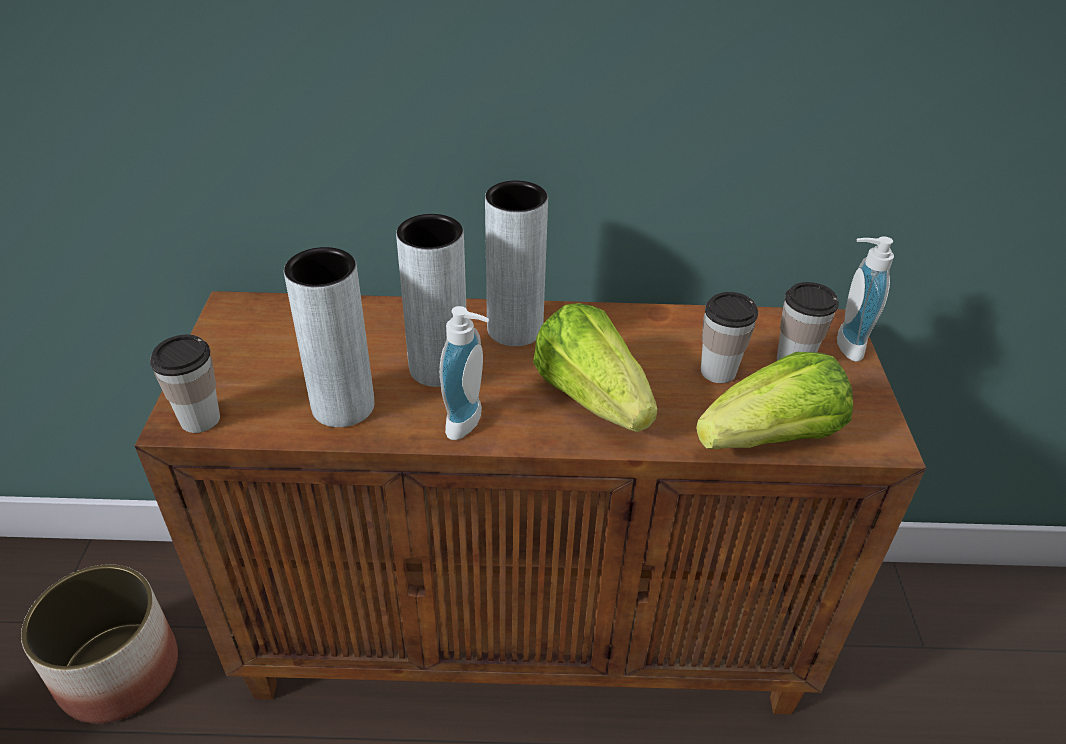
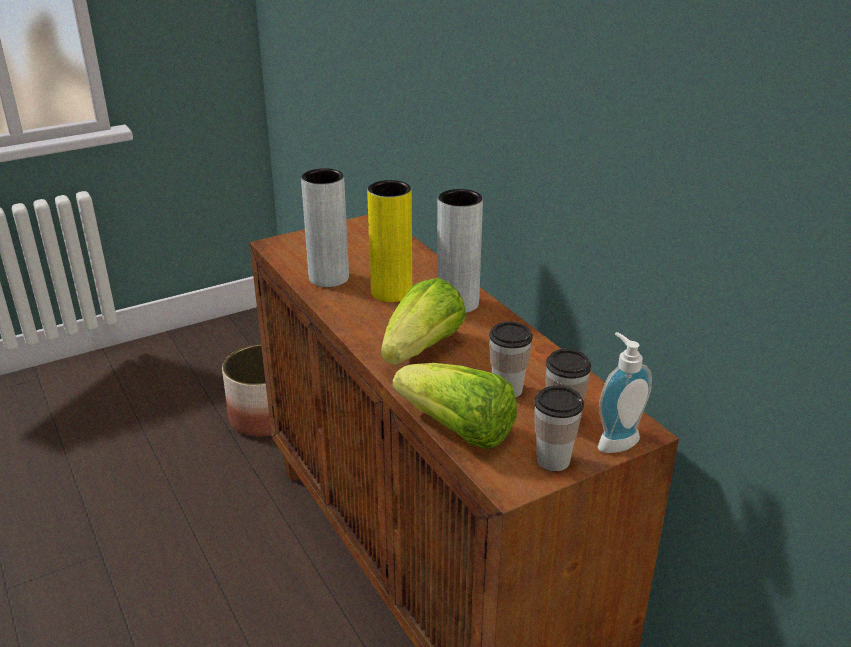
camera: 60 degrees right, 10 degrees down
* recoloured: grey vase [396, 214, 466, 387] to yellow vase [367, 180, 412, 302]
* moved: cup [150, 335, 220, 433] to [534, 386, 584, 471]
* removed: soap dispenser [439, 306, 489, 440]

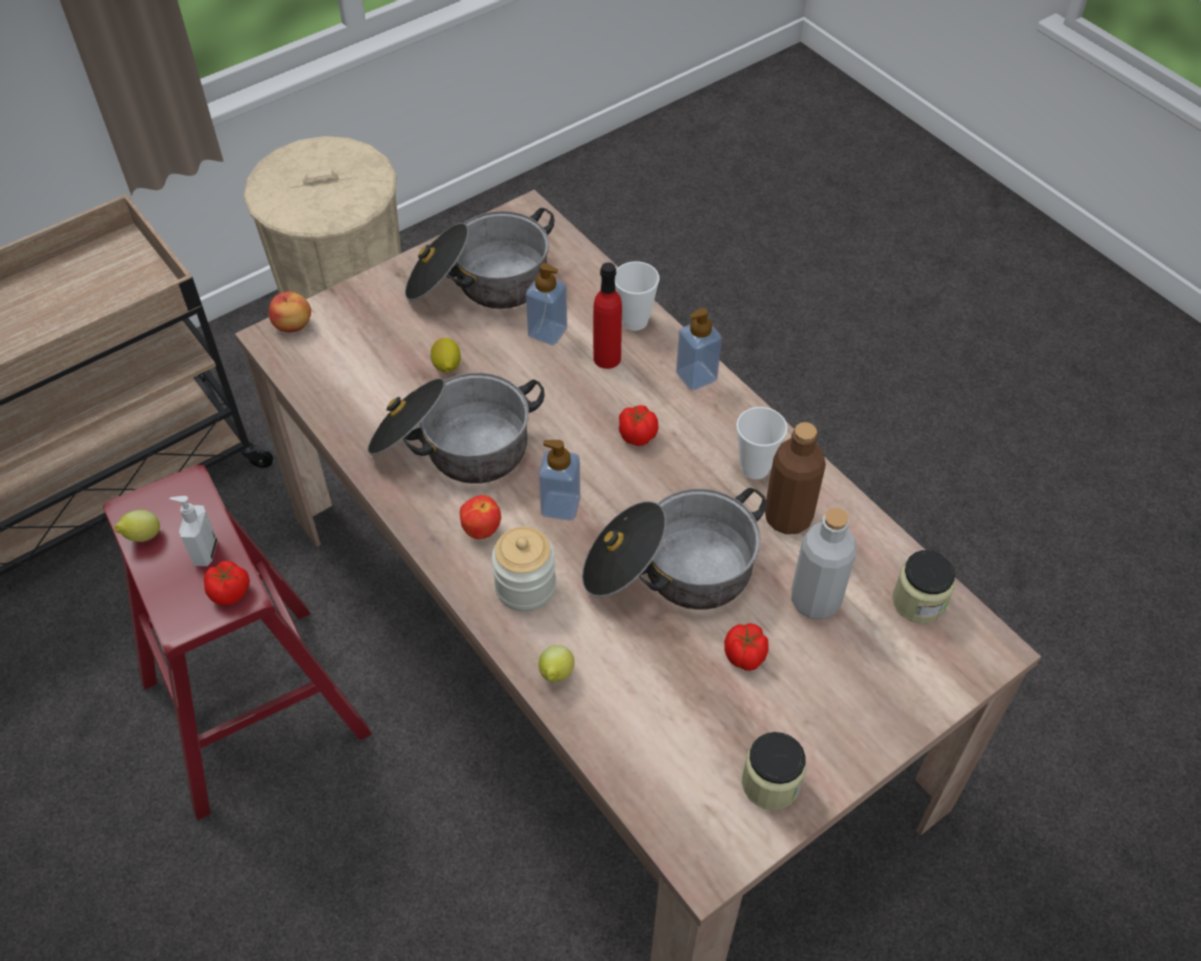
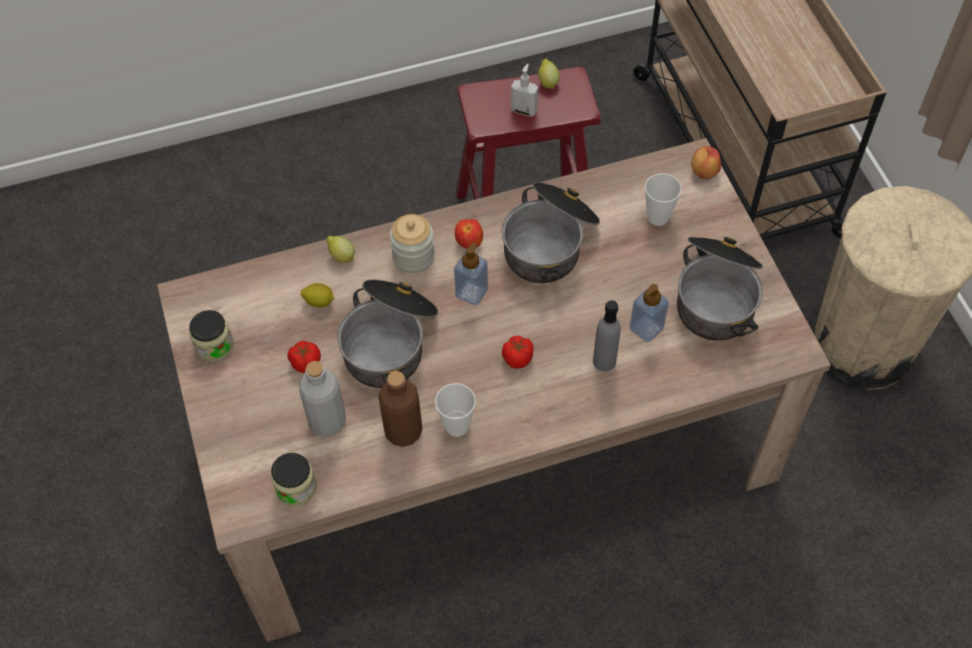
camera: 110 degrees right, 5 degrees up
* moved: lemon [430, 338, 461, 373] to [301, 283, 334, 308]
* recoloured: red bottle [593, 262, 622, 369] to grey bottle [593, 300, 621, 372]
* moved: cup [615, 261, 659, 331] to [645, 173, 682, 226]
* removed: tomato [204, 561, 250, 606]
* removed: soap dispenser [676, 308, 722, 391]

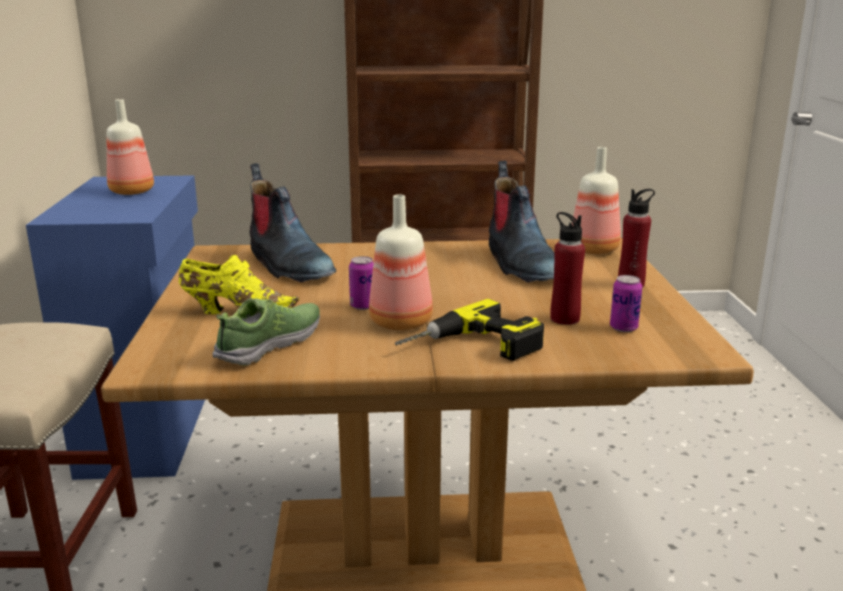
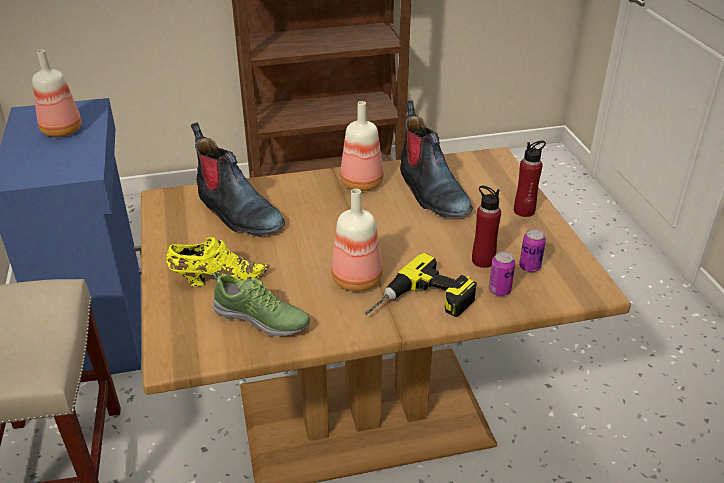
camera: 10 degrees left, 15 degrees up
* turned: shoe [212, 298, 320, 366] = [212, 271, 310, 337] 90 degrees clockwise
* moved: bottle [572, 147, 621, 254] to [340, 101, 384, 191]
* moved: can [349, 256, 374, 310] to [489, 251, 515, 296]

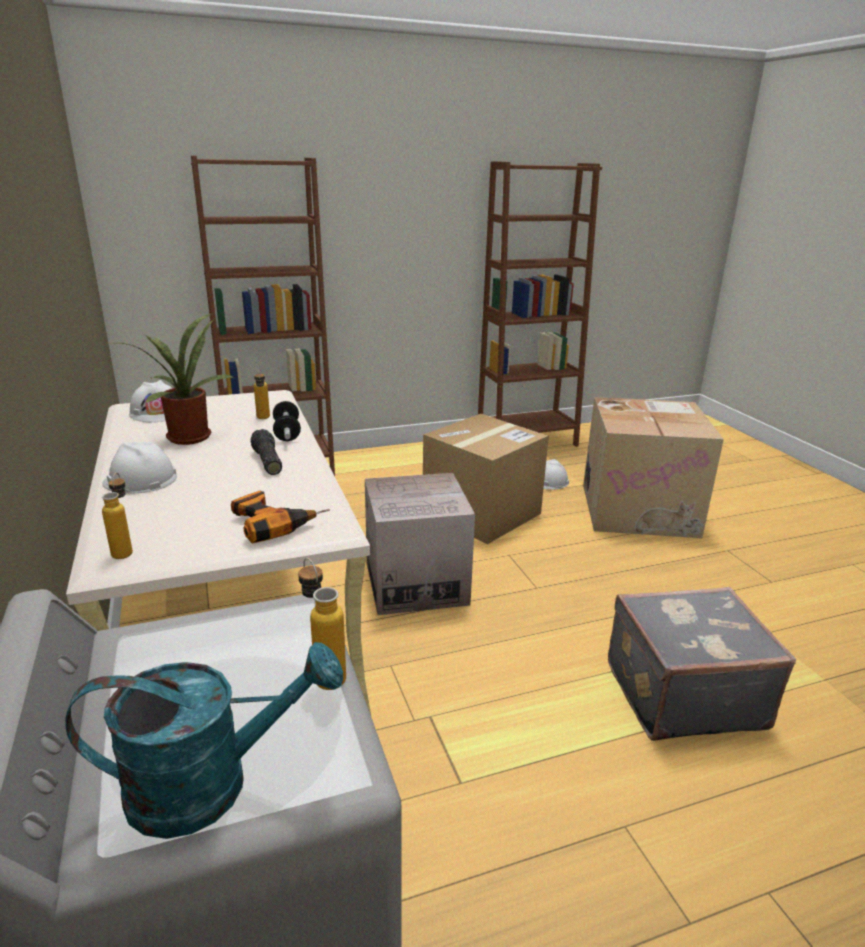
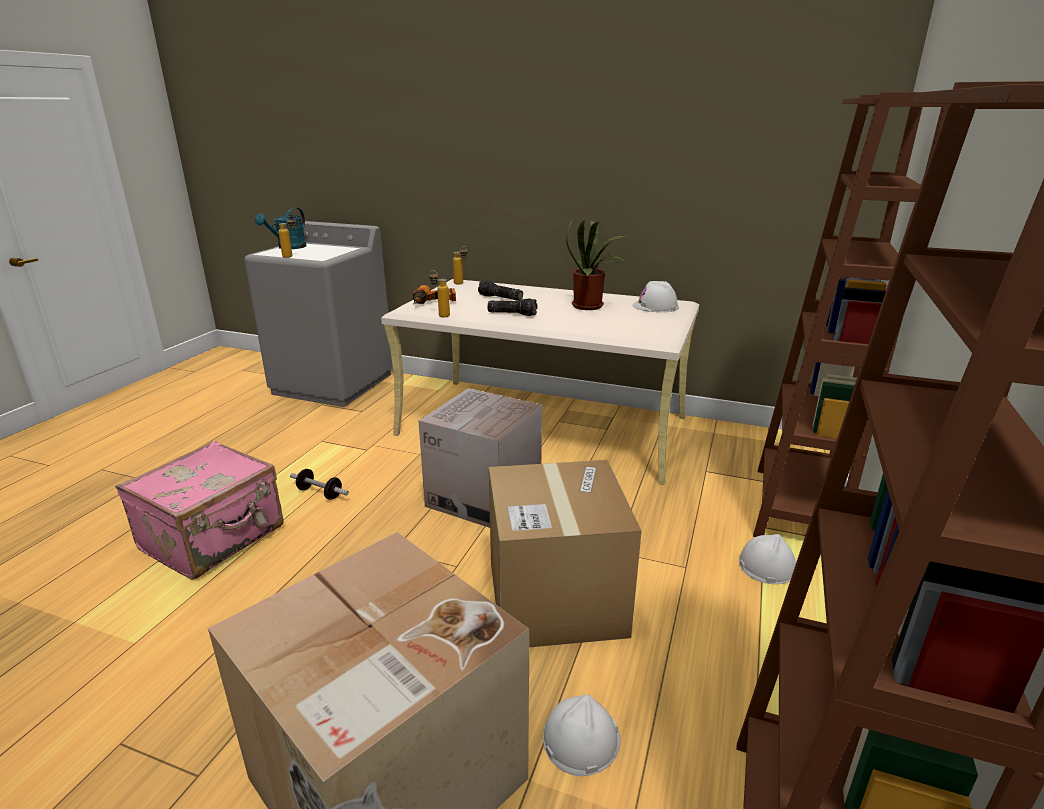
camera: 130 degrees right, 0 degrees up
* recoloured: grey suitcase [608, 587, 796, 741] to pink suitcase [115, 441, 284, 580]
* moved: dumbbell [273, 401, 301, 441] to [290, 469, 349, 500]
* moved: bottle [254, 369, 270, 419] to [429, 270, 450, 317]
* added: flashlight [478, 280, 523, 301]
* moved: white hard hat [102, 442, 177, 494] to [739, 534, 797, 584]

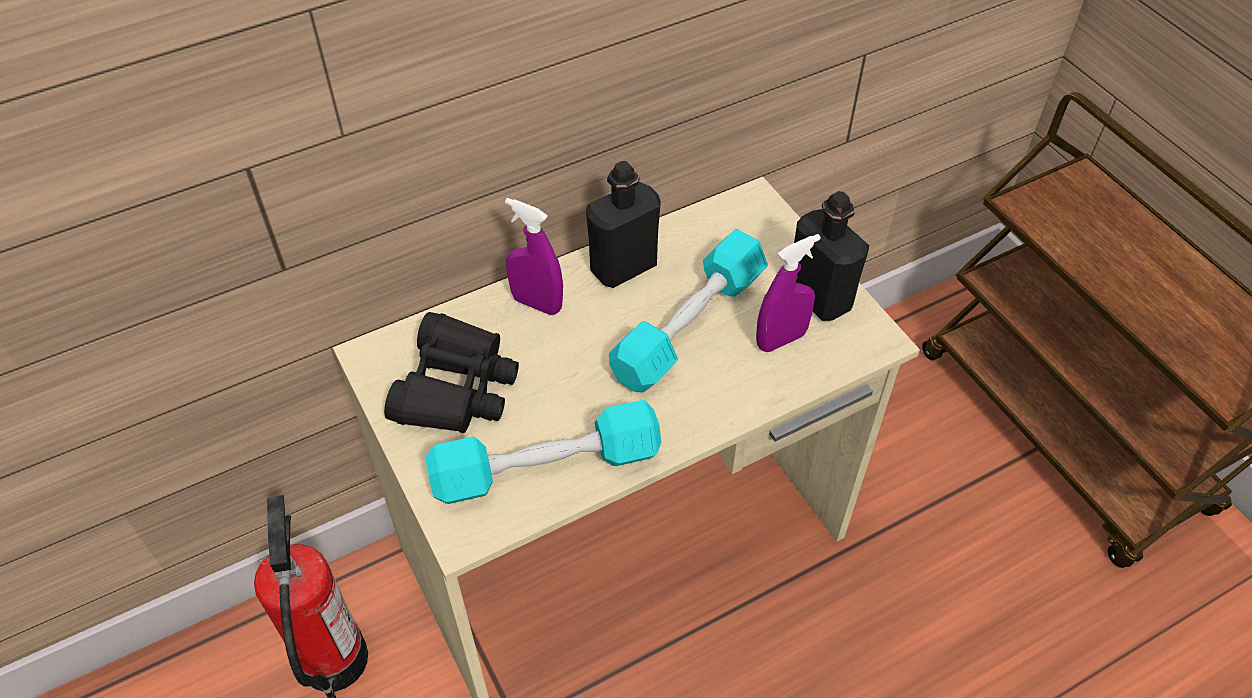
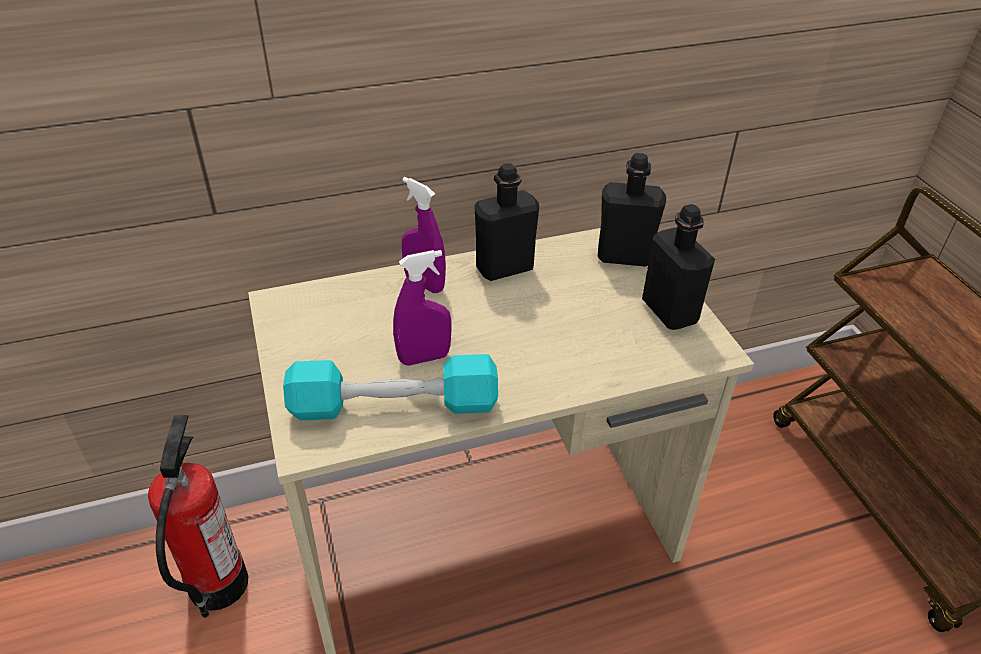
camera: 10 degrees right, 10 degrees down
* moved: purple spray bottle [756, 234, 821, 352] to [393, 250, 452, 366]
* added: black bottle [598, 153, 666, 267]
* removed: black binoculars [384, 312, 519, 433]
* removed: turquoise dumbbell [609, 229, 768, 392]

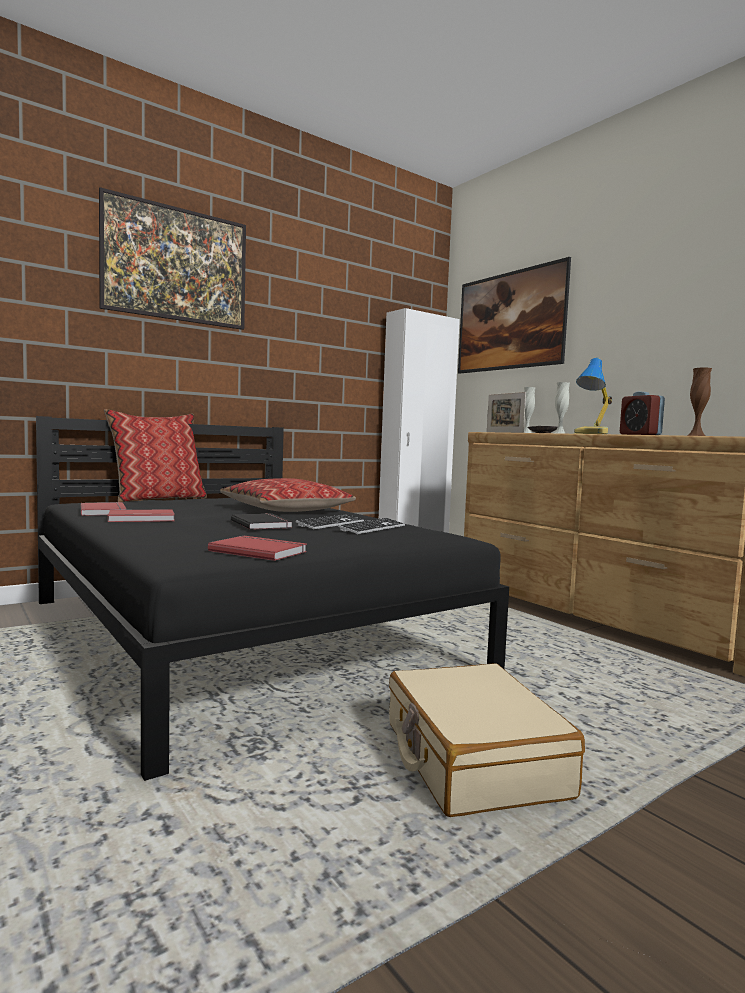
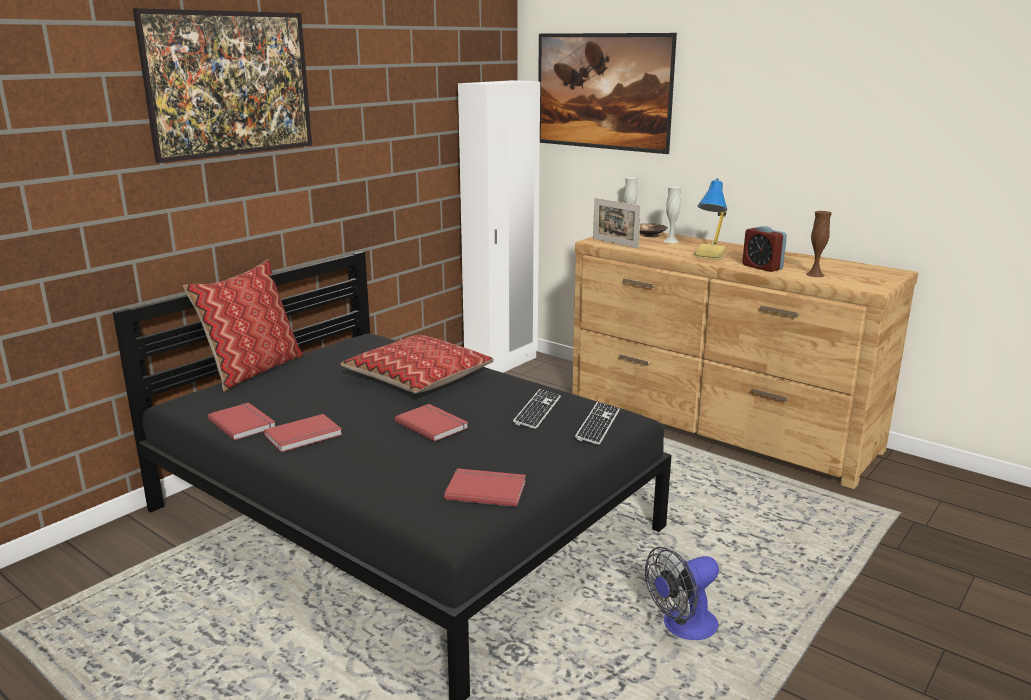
camera: 15 degrees left, 15 degrees up
* recoloured: black book [231, 513, 293, 530] to red book [395, 404, 468, 442]
* moved: keyboard [296, 514, 364, 529] to [575, 402, 620, 445]
* replaced: beige suitcase [389, 663, 585, 817] to fan [645, 547, 719, 640]

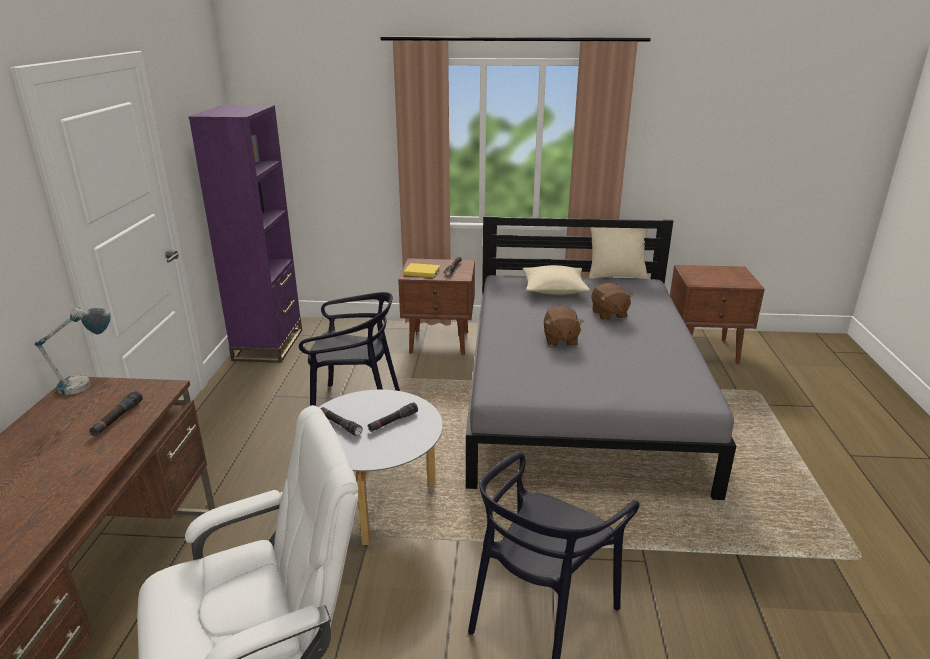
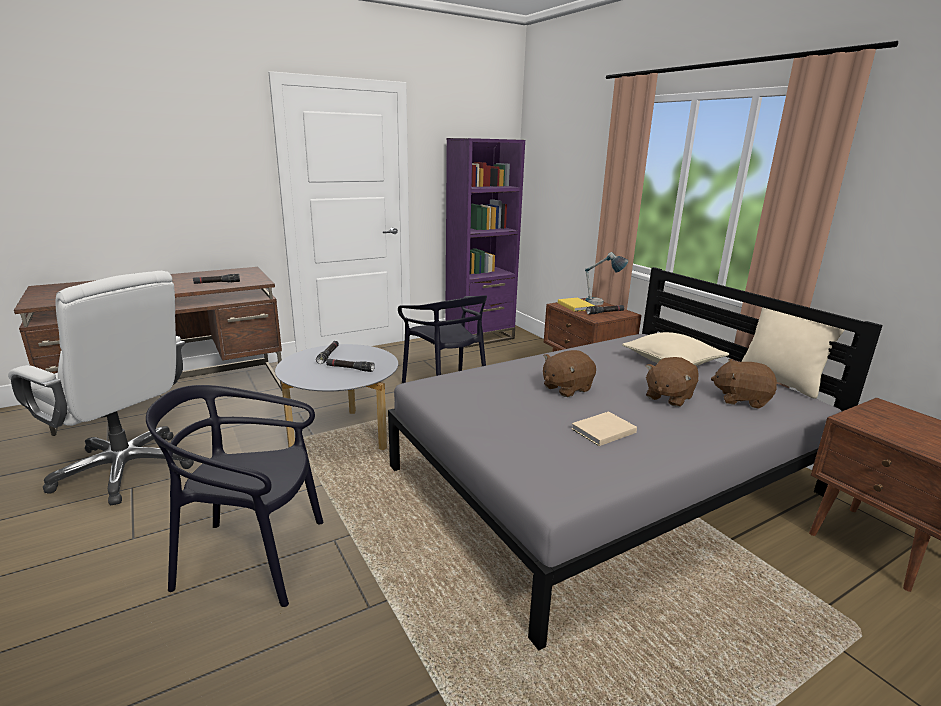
camera: 55 degrees right, 5 degrees down
* added: beige book [571, 411, 637, 446]
* moved: table lamp [35, 307, 111, 395] to [585, 252, 628, 305]
* added: brown plush toy [711, 359, 777, 409]

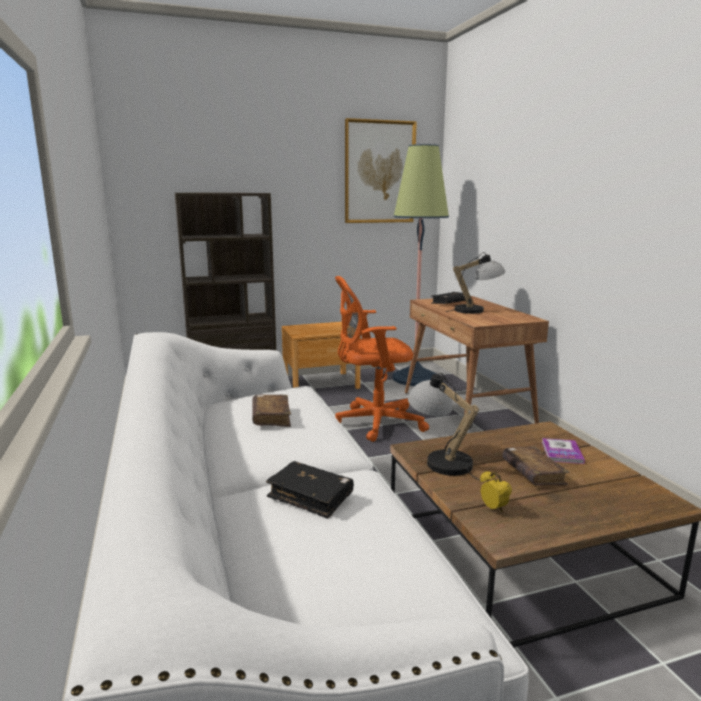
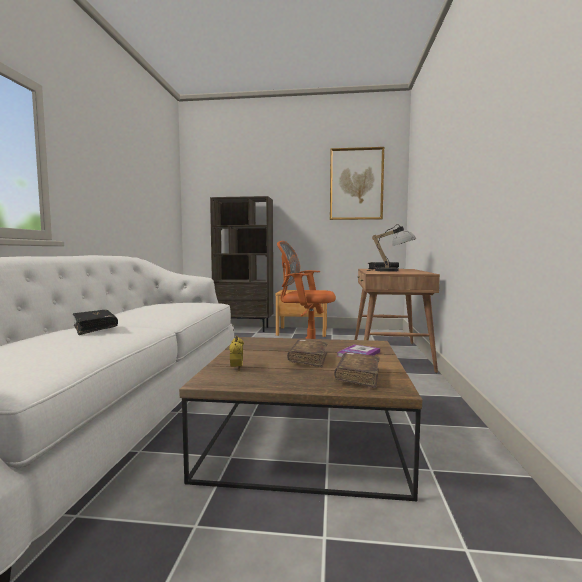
camera: 25 degrees right, 10 degrees down
* moved: brown book [252, 395, 291, 427] to [334, 352, 380, 388]
* removed: floor lamp [392, 144, 449, 386]
* removed: table lamp [408, 373, 480, 481]

